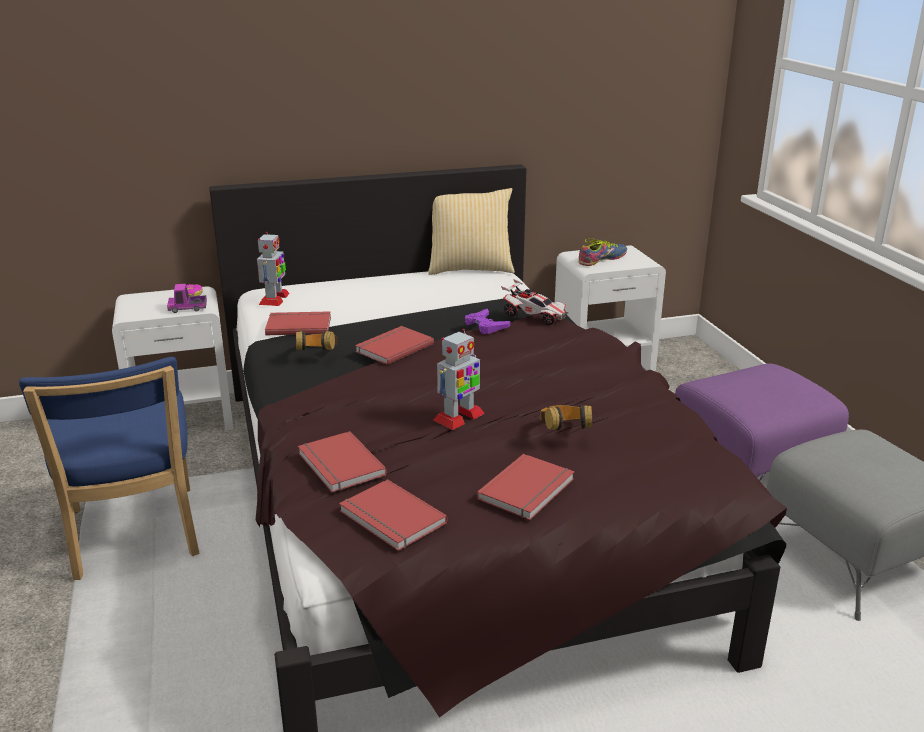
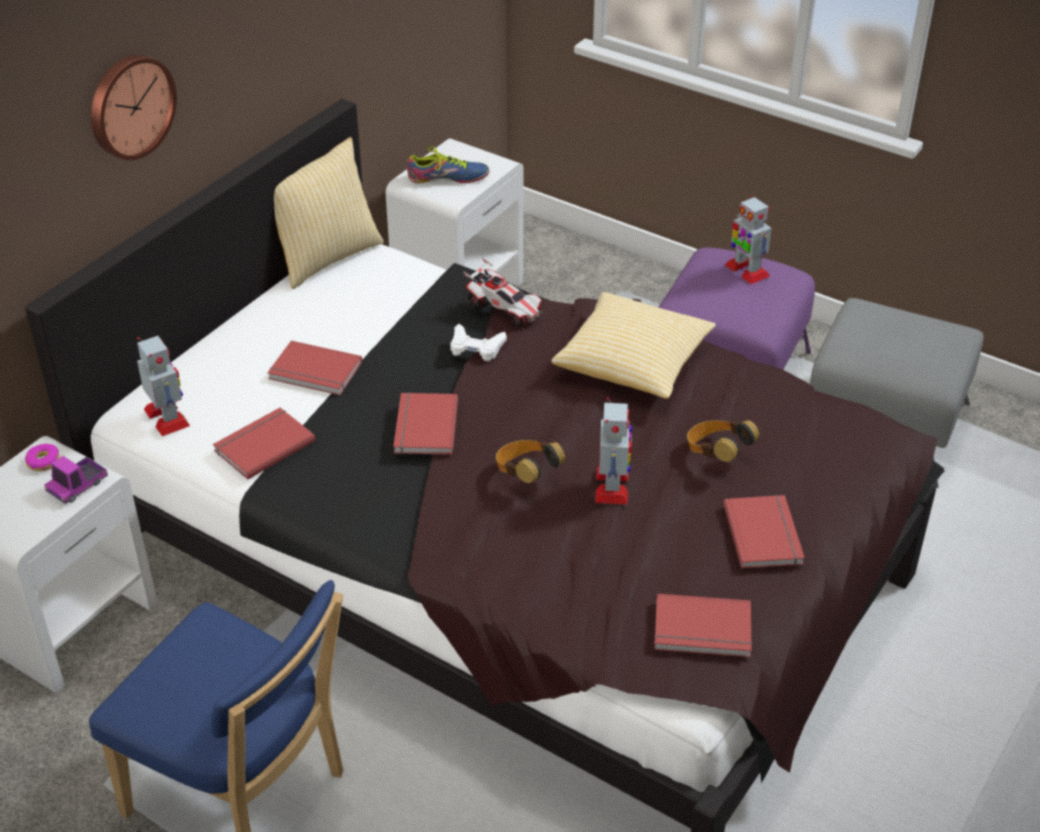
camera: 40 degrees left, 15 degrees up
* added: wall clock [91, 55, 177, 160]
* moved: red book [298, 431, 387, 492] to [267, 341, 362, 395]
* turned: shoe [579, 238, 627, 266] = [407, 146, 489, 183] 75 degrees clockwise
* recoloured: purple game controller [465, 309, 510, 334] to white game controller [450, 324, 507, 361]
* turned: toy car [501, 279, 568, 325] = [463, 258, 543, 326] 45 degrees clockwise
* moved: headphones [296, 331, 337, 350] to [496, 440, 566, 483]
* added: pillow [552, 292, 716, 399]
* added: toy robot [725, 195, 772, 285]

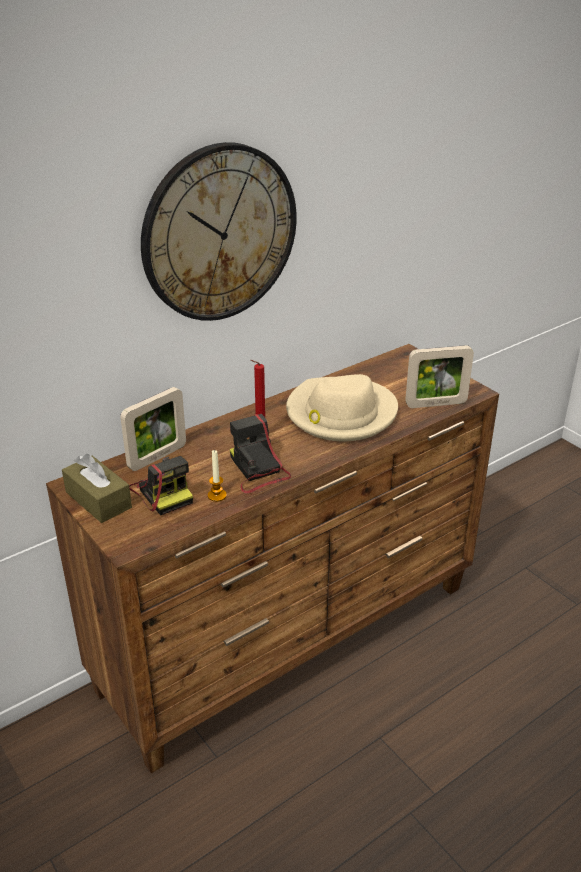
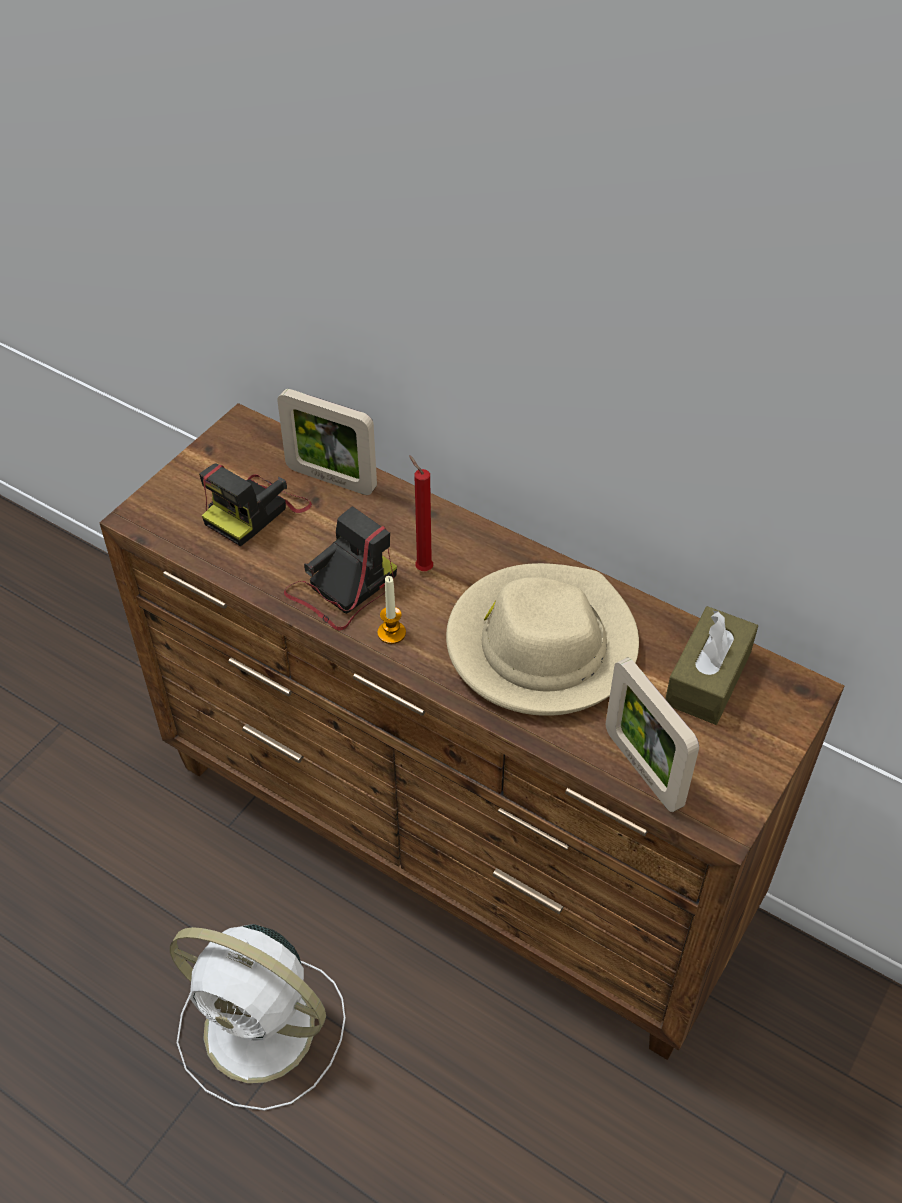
camera: 70 degrees right, 15 degrees up
* added: white fan [170, 924, 346, 1111]
* moved: candle [208, 450, 227, 502] to [378, 576, 406, 644]
* moved: brown tissue box [62, 454, 132, 523] to [665, 606, 758, 725]
* removed: wall clock [141, 142, 297, 321]

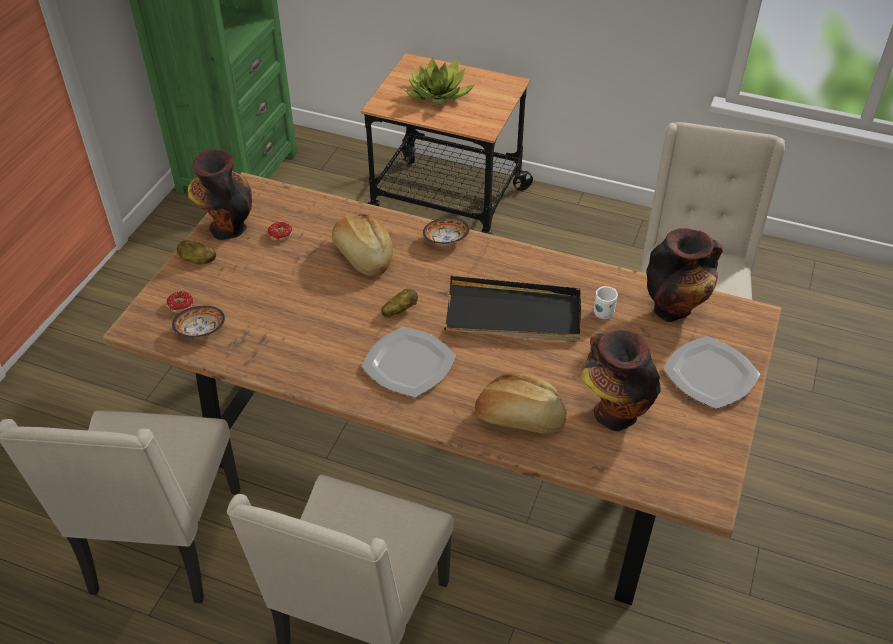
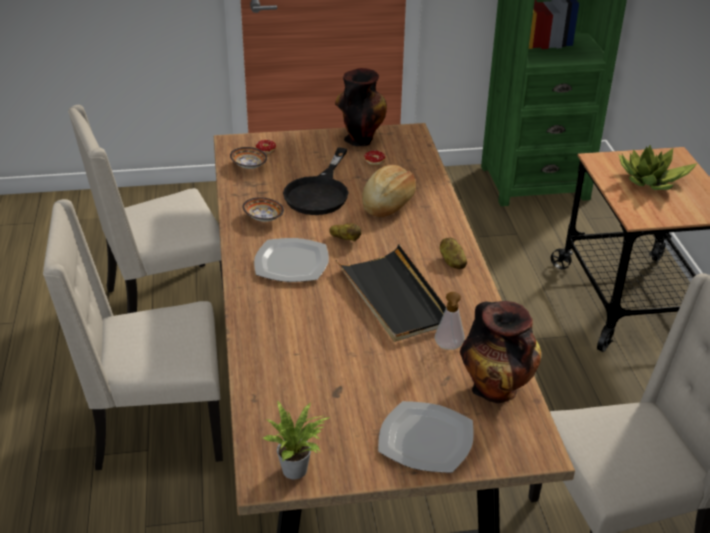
camera: 60 degrees right, 10 degrees down
* moved: bowl [423, 217, 470, 245] to [243, 197, 284, 222]
* added: potted plant [263, 401, 330, 479]
* added: black frying pan [283, 147, 349, 215]
* replaced: white mug [594, 286, 618, 319] to soap dispenser [435, 292, 465, 350]
* moved: potato [177, 240, 216, 264] to [440, 237, 467, 269]
* removed: bread [475, 372, 567, 434]
* removed: vase [580, 330, 661, 431]

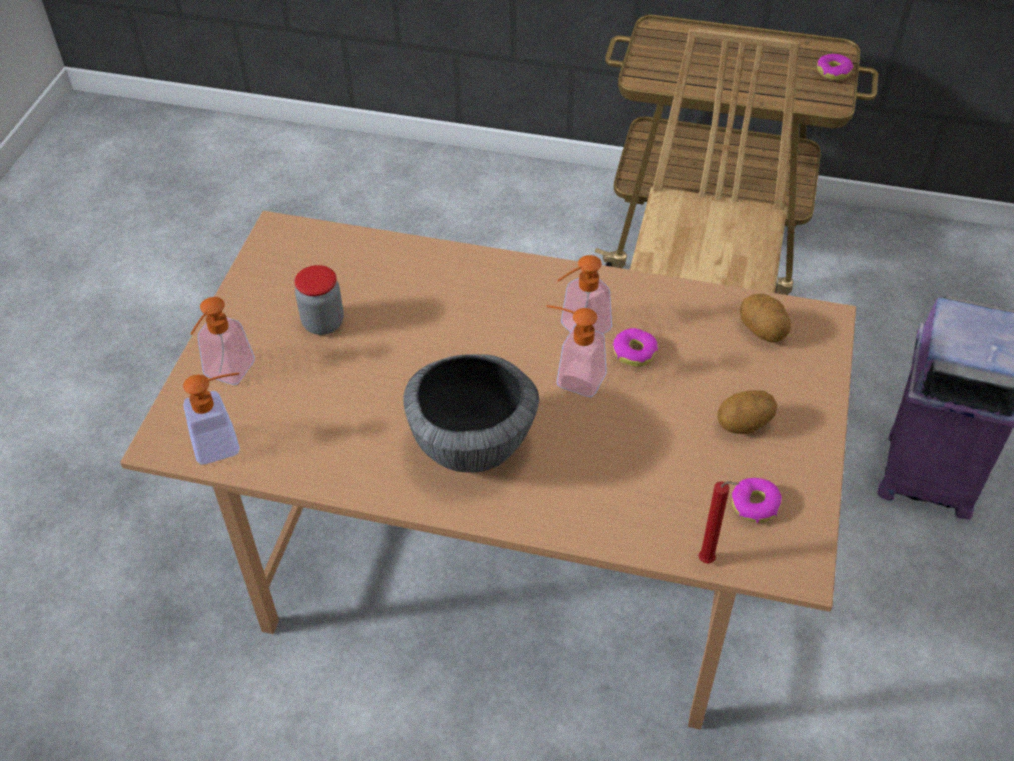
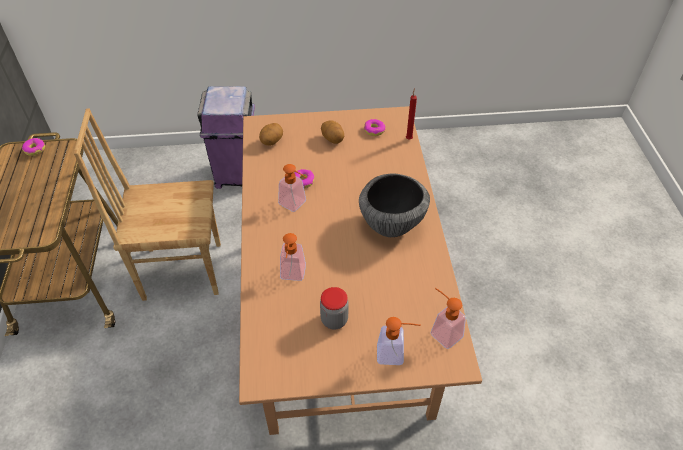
camera: 110 degrees left, 0 degrees up
* moved: soap dispenser [547, 305, 607, 397] to [280, 233, 306, 281]

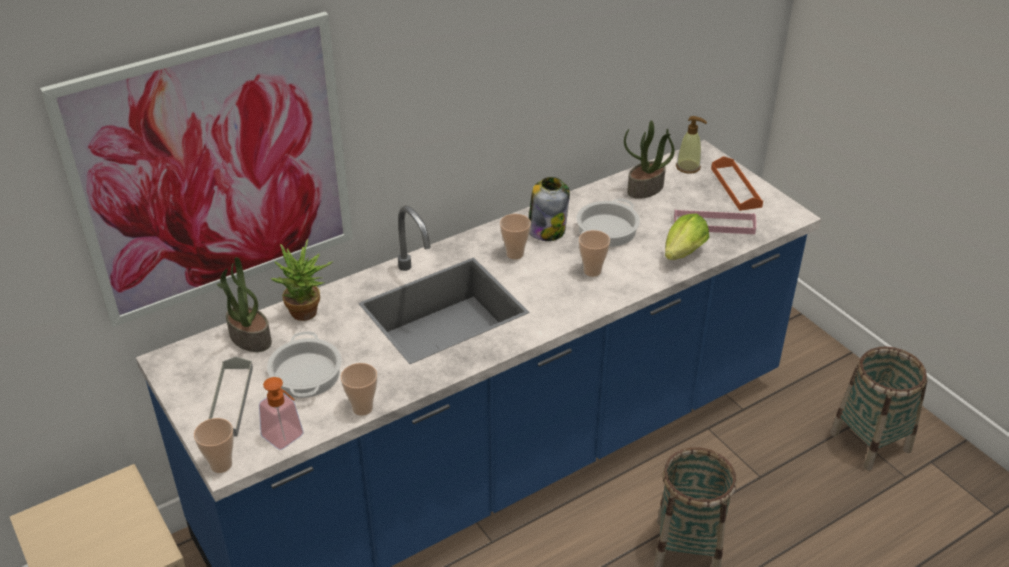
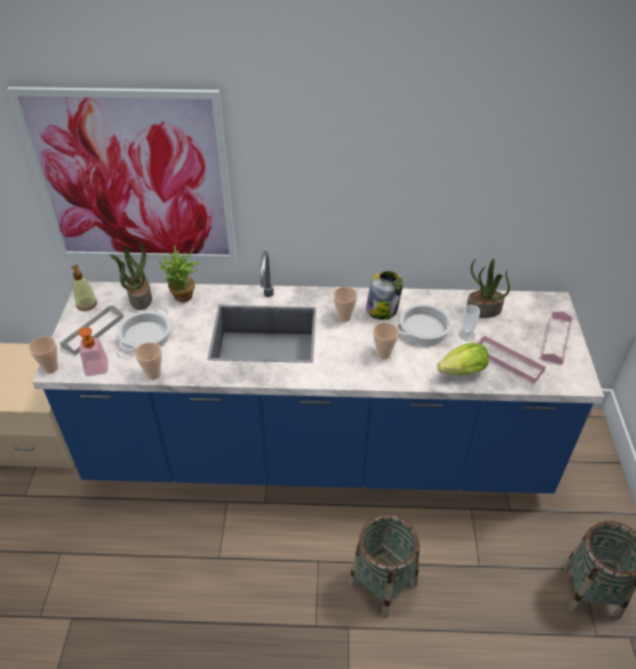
camera: 35 degrees right, 5 degrees up
* moved: soap dispenser [676, 116, 707, 174] to [71, 265, 97, 311]
* added: cup [458, 305, 480, 341]
* recoloured: orange tray [711, 156, 763, 211] to pink tray [541, 311, 572, 365]

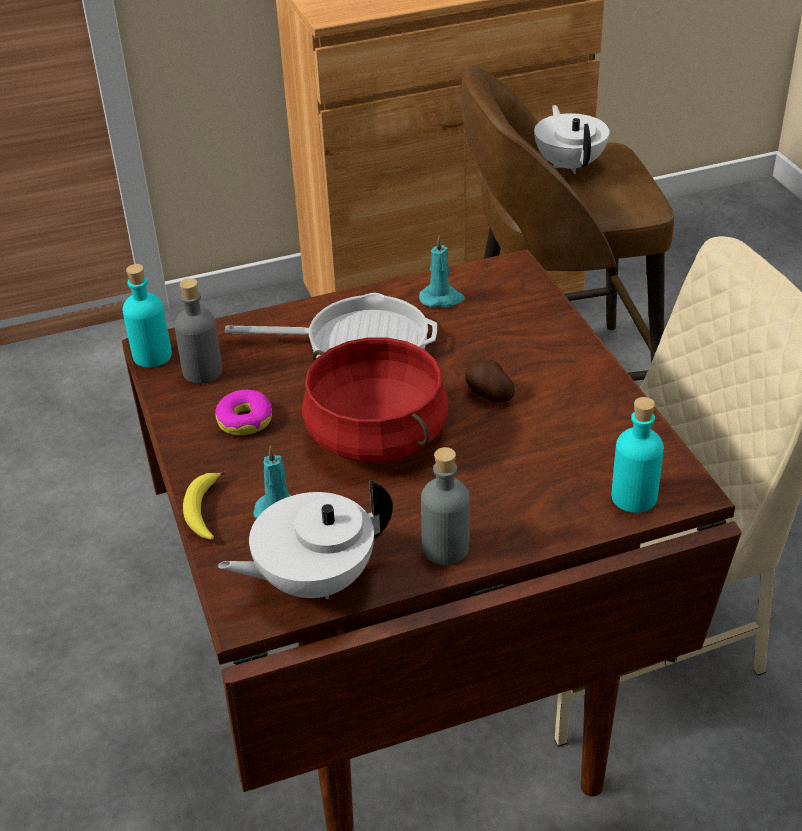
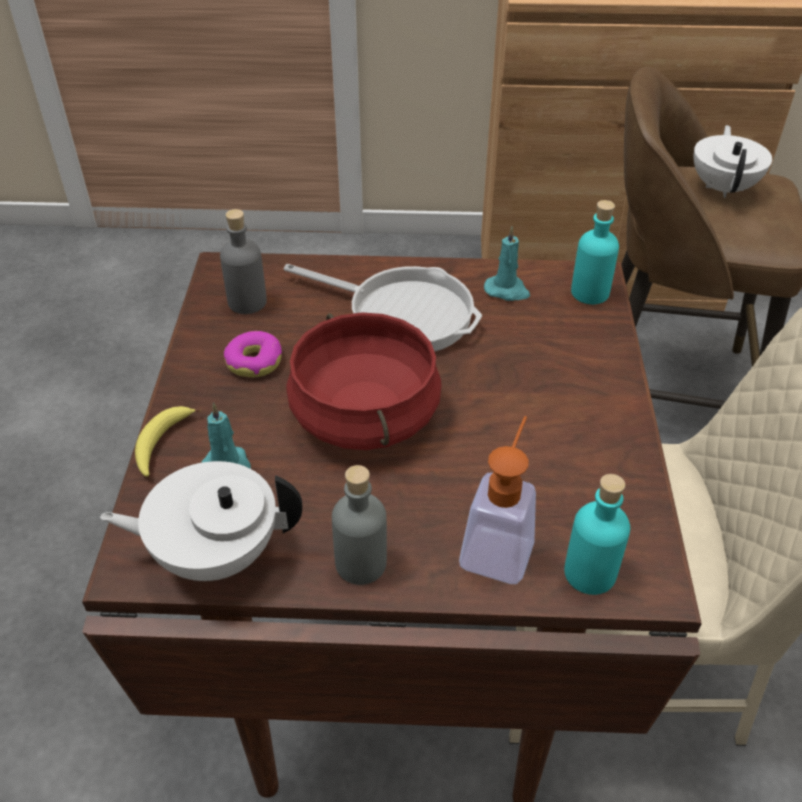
camera: 20 degrees right, 5 degrees up
* added: soap dispenser [459, 416, 536, 584]
* moved: turquoise bottle [123, 264, 172, 368] to [571, 200, 619, 304]
* removed: potato [465, 359, 514, 403]

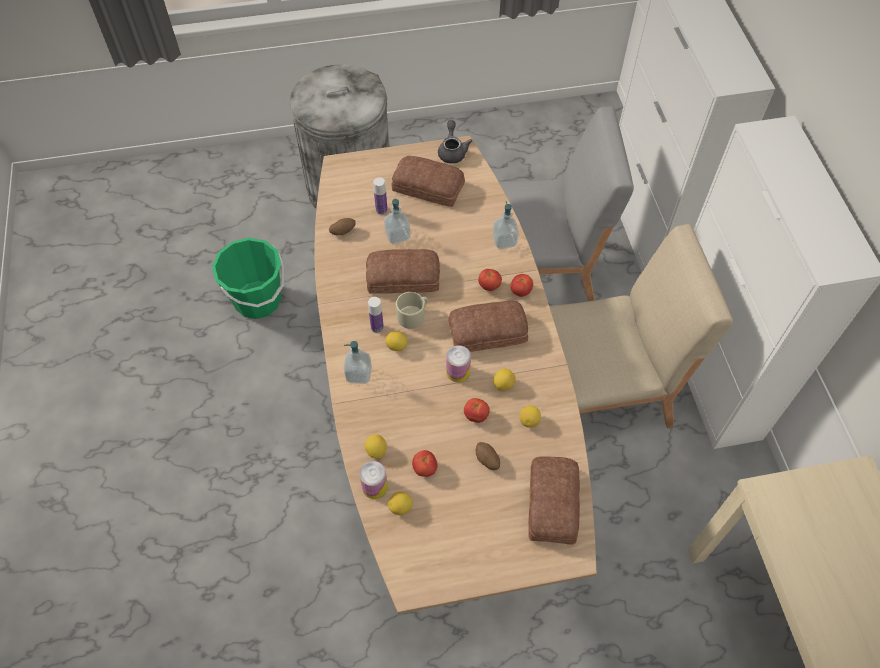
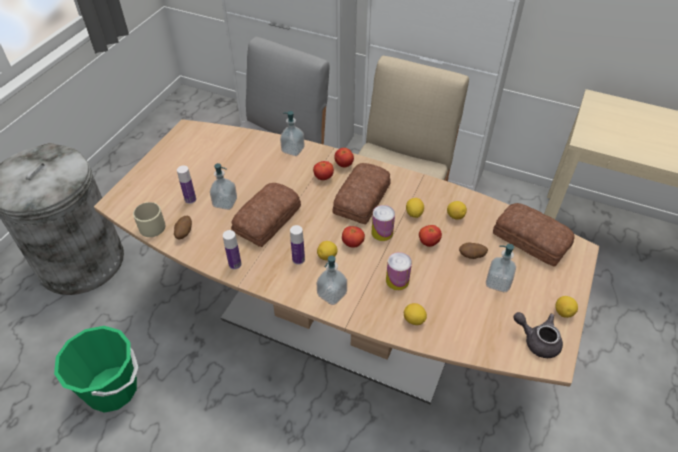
camera: 55 degrees left, 10 degrees down
* moved: beige mug [396, 292, 428, 329] to [133, 202, 165, 237]
* added: bottle [223, 230, 241, 270]
* moved: tomato [412, 450, 438, 477] to [342, 226, 365, 248]
* moved: can [359, 461, 388, 499] to [386, 252, 412, 290]
* added: soap dispenser [486, 244, 516, 292]
* moved: grey teapot [438, 120, 472, 164] to [513, 312, 563, 358]
* moved: lemon [388, 492, 413, 515] to [555, 296, 578, 318]
* removed: bread [391, 156, 465, 207]

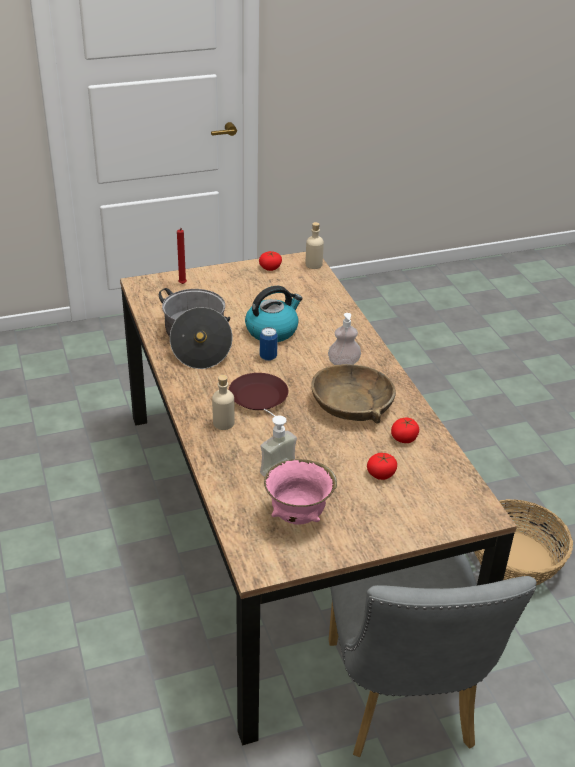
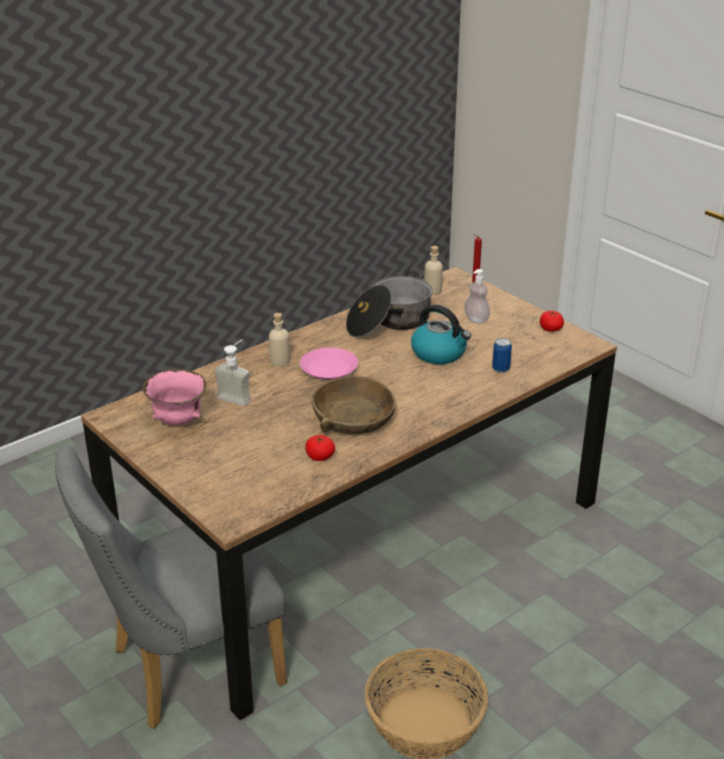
camera: 70 degrees right, 5 degrees down
* recoloured: brown plate [229, 373, 288, 410] to pink plate [300, 348, 358, 380]
* moved: beige bottle [305, 222, 324, 269] to [424, 246, 443, 295]
* moved: soap dispenser [328, 313, 361, 365] to [464, 269, 490, 324]
* moved: can [260, 327, 278, 361] to [492, 338, 512, 373]
* removed: tomato [367, 453, 397, 480]

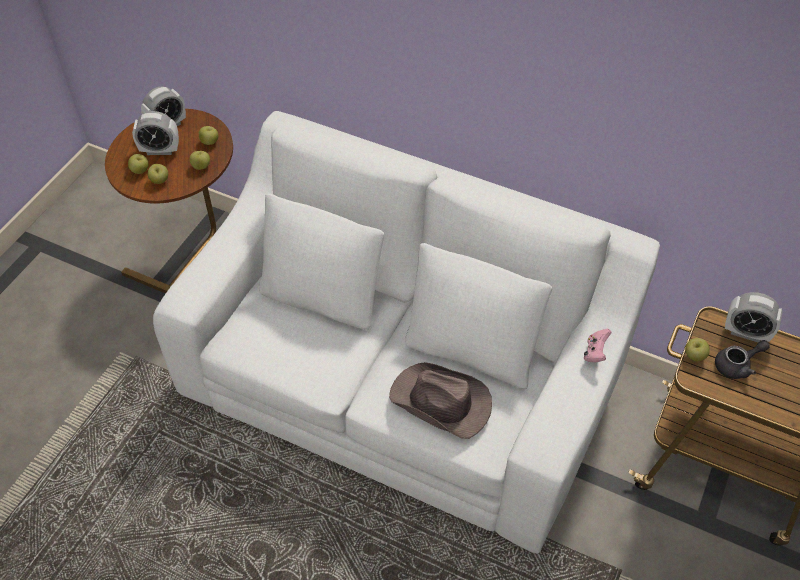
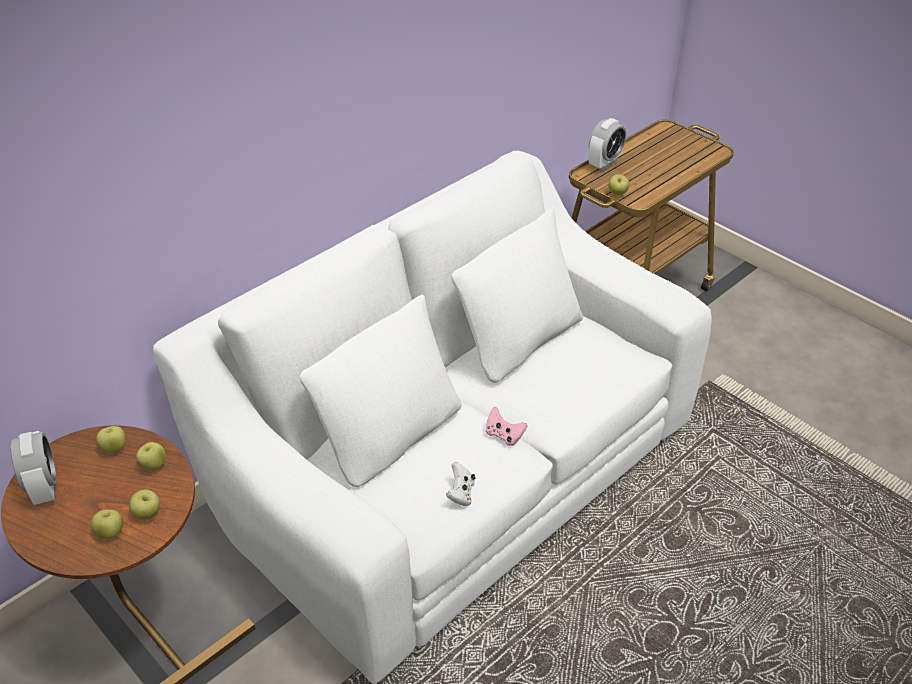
camera: 70 degrees left, 10 degrees down
* added: white game controller [446, 462, 475, 506]
* moved: pink game controller [584, 329, 612, 362] to [486, 407, 527, 446]
* removed: alarm clock [132, 111, 179, 155]
* removed: brown hat [389, 362, 492, 439]
* removed: grey teapot [715, 340, 770, 379]

